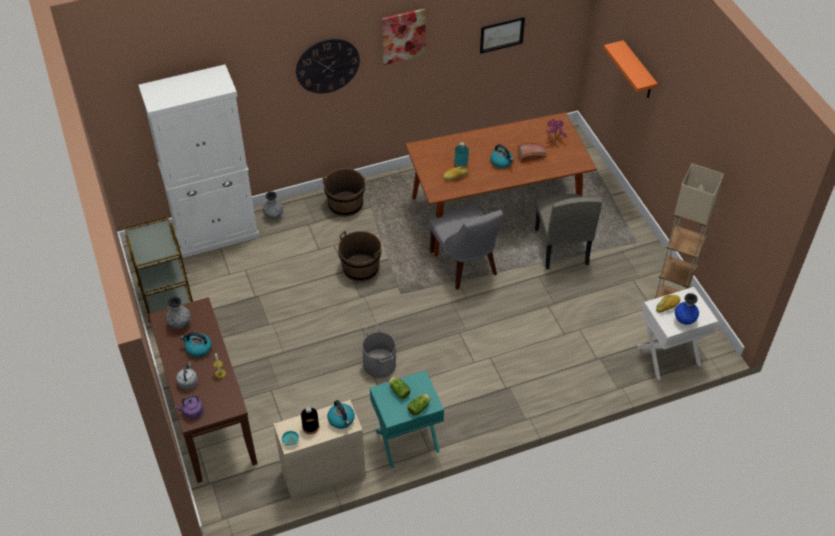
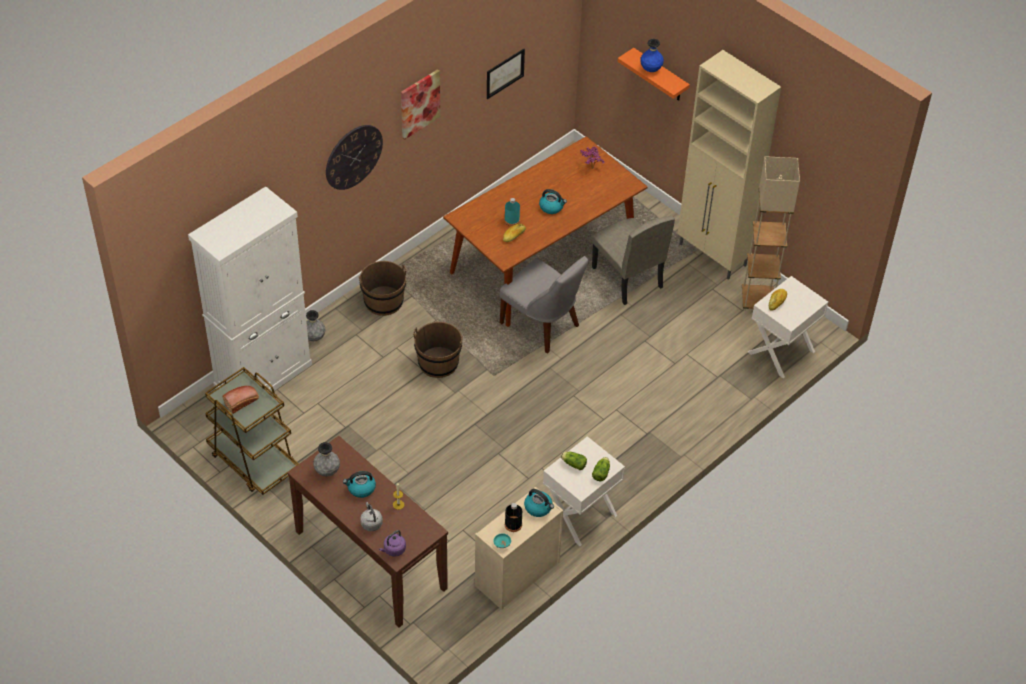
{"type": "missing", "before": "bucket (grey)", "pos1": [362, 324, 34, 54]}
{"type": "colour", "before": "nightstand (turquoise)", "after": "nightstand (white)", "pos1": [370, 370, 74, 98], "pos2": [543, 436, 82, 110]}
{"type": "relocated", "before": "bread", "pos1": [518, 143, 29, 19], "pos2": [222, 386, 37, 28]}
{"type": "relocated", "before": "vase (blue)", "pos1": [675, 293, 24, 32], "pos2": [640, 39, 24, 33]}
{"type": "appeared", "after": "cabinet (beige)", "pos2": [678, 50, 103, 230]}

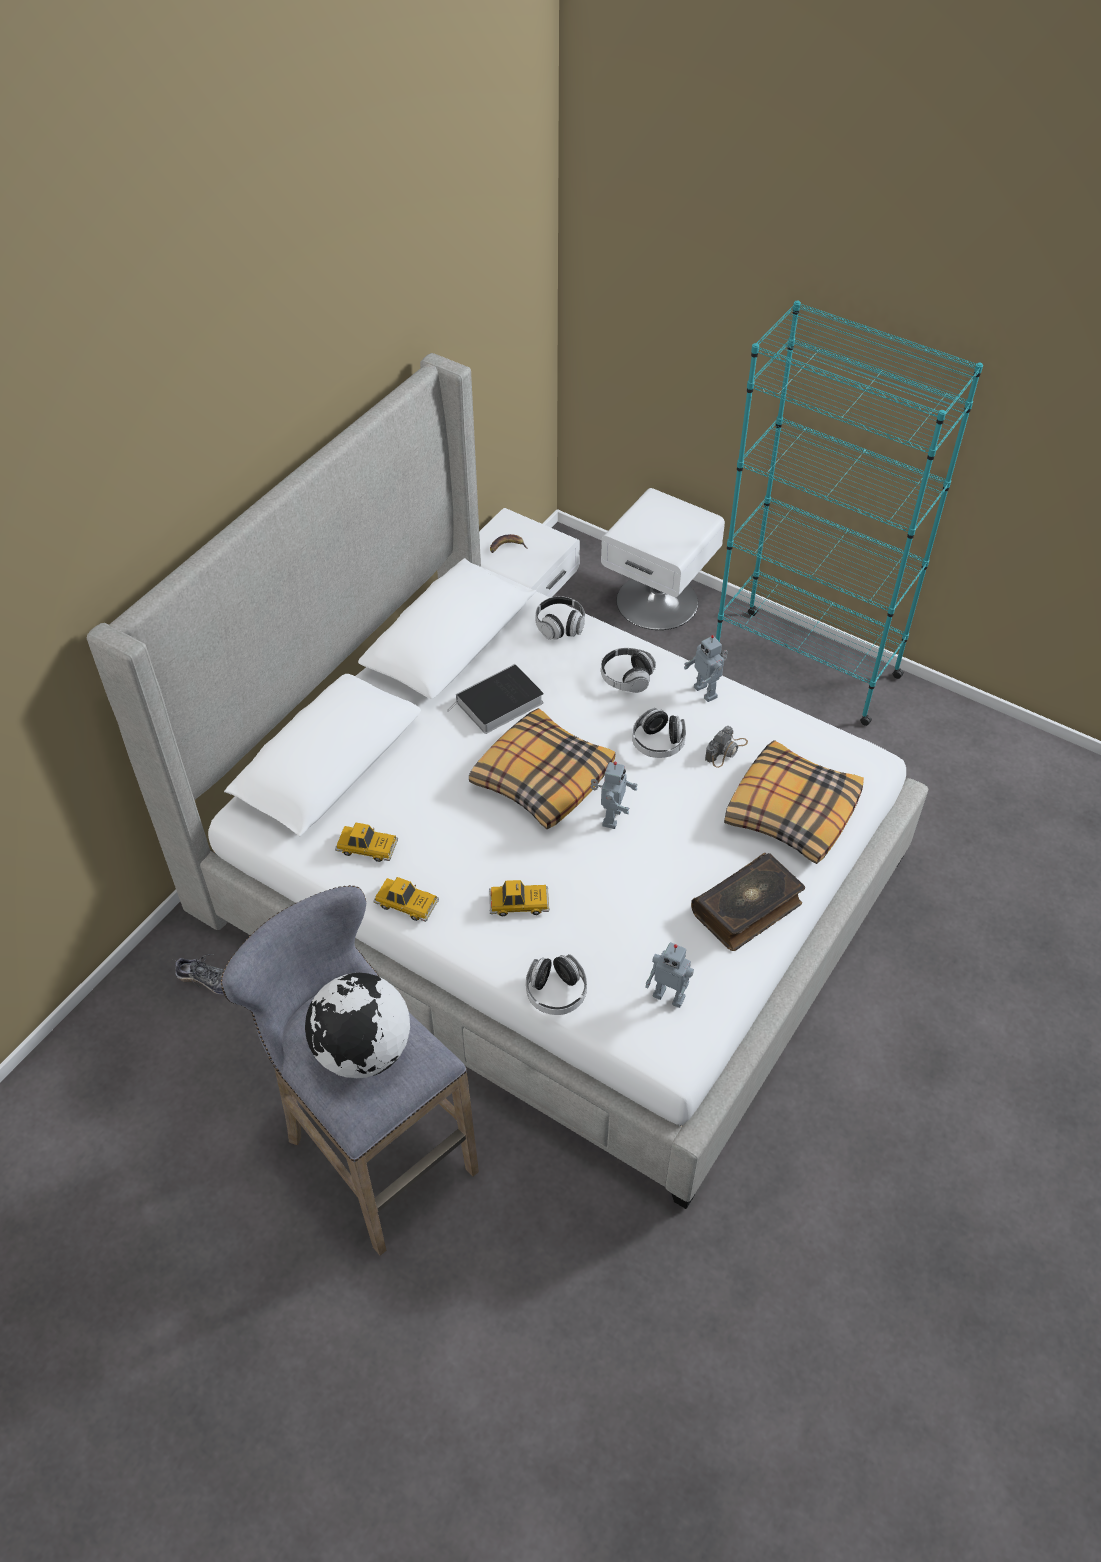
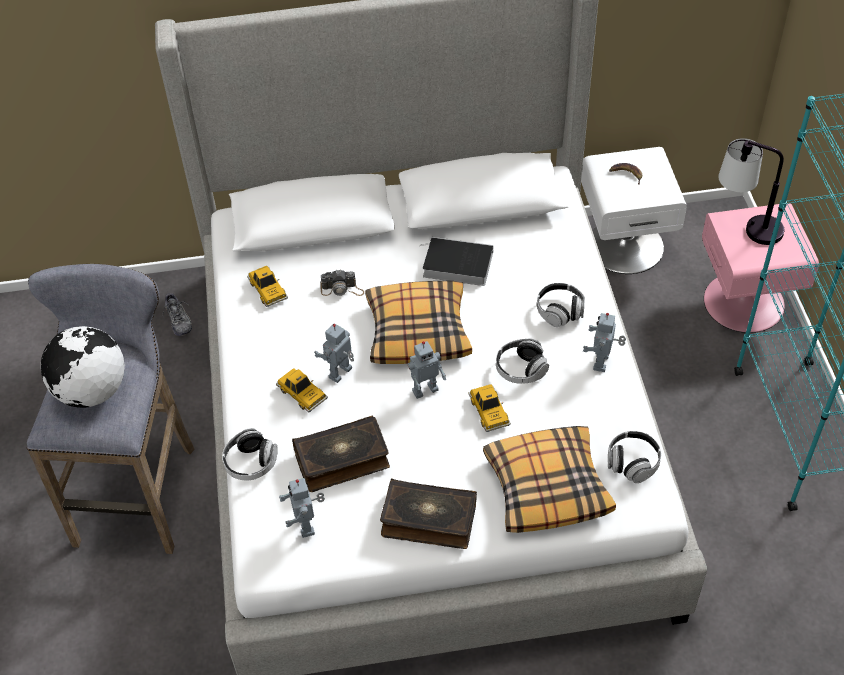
{"type": "relocated", "before": "toy car", "pos1": [373, 877, 66, 45], "pos2": [468, 384, 43, 48]}
{"type": "relocated", "before": "headphones", "pos1": [535, 596, 50, 44], "pos2": [608, 431, 53, 52]}
{"type": "colour", "before": "nightstand (white)", "after": "nightstand (pink)", "pos1": [601, 488, 124, 142], "pos2": [702, 203, 117, 130]}
{"type": "relocated", "before": "photo camera", "pos1": [705, 726, 43, 42], "pos2": [320, 269, 44, 27]}
{"type": "appeared", "after": "book", "pos2": [292, 416, 98, 76]}
{"type": "appeared", "after": "toy robot", "pos2": [314, 323, 40, 60]}
{"type": "appeared", "after": "table lamp", "pos2": [718, 138, 66, 107]}

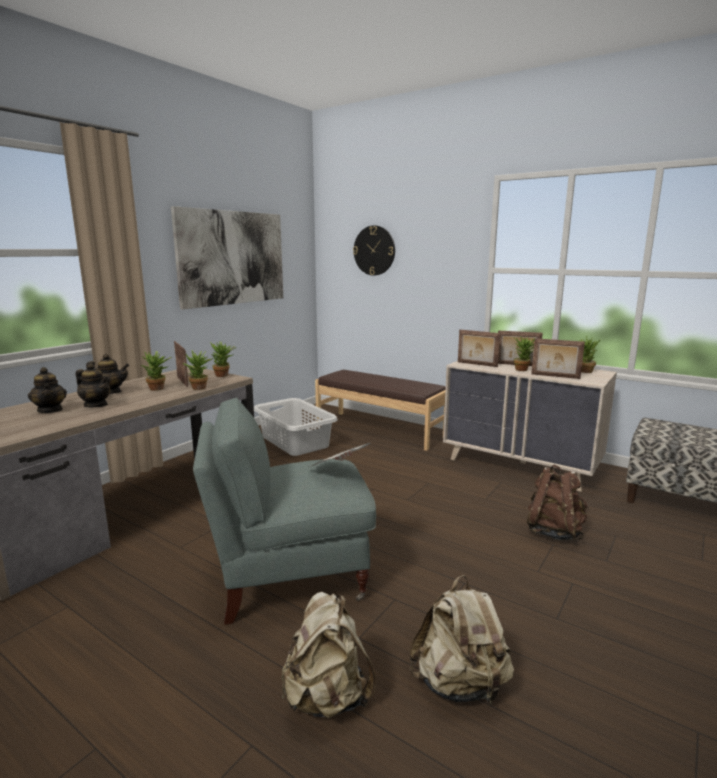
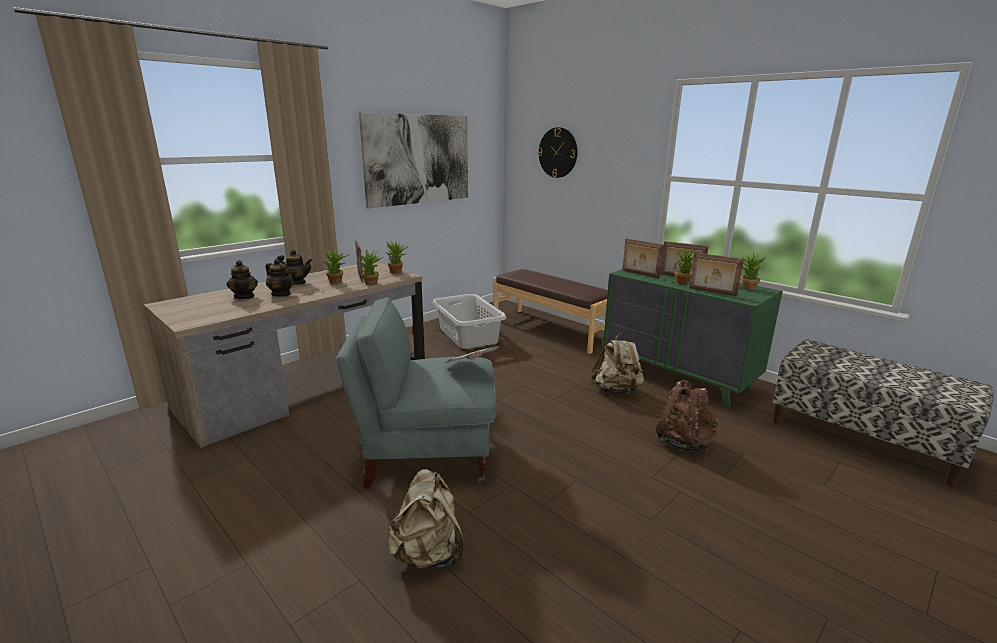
{"type": "relocated", "before": "backpack (beige)", "pos1": [409, 575, 105, 130], "pos2": [591, 333, 53, 63]}
{"type": "colour", "before": "dresser (beige)", "after": "dresser (green)", "pos1": [443, 361, 174, 131], "pos2": [603, 269, 180, 138]}

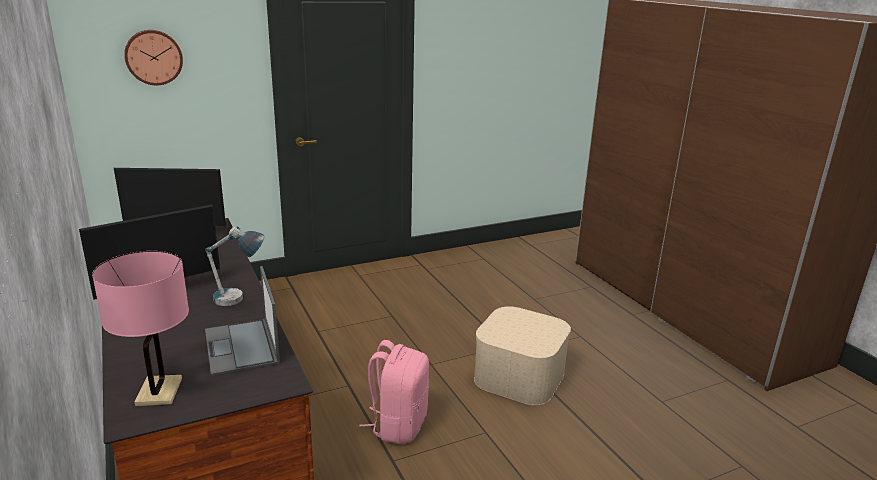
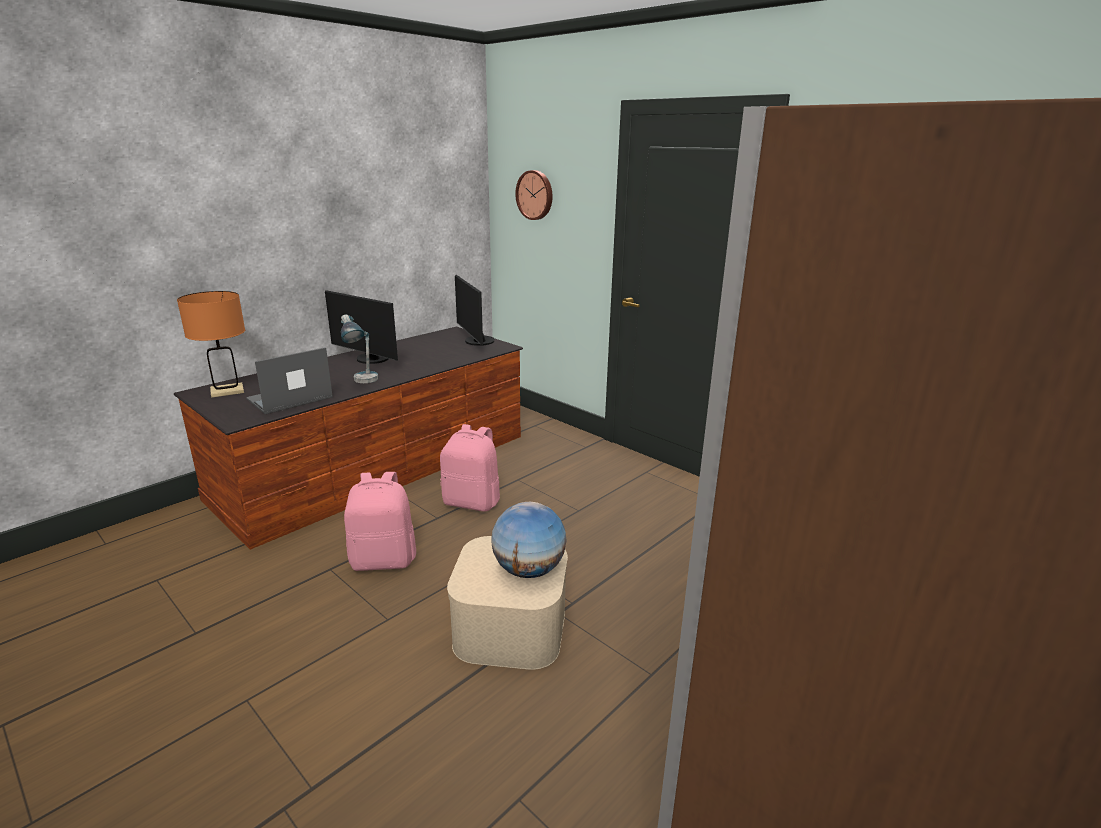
{"type": "colour", "before": "table lamp (pink)", "after": "table lamp (orange)", "pos1": [92, 251, 97, 155], "pos2": [177, 291, 68, 107]}
{"type": "appeared", "after": "backpack (pink)", "pos2": [440, 424, 60, 87]}
{"type": "appeared", "after": "globe", "pos2": [491, 502, 76, 76]}

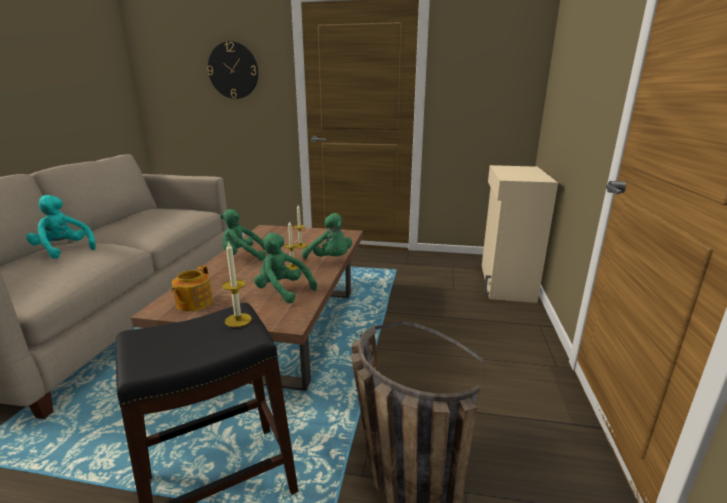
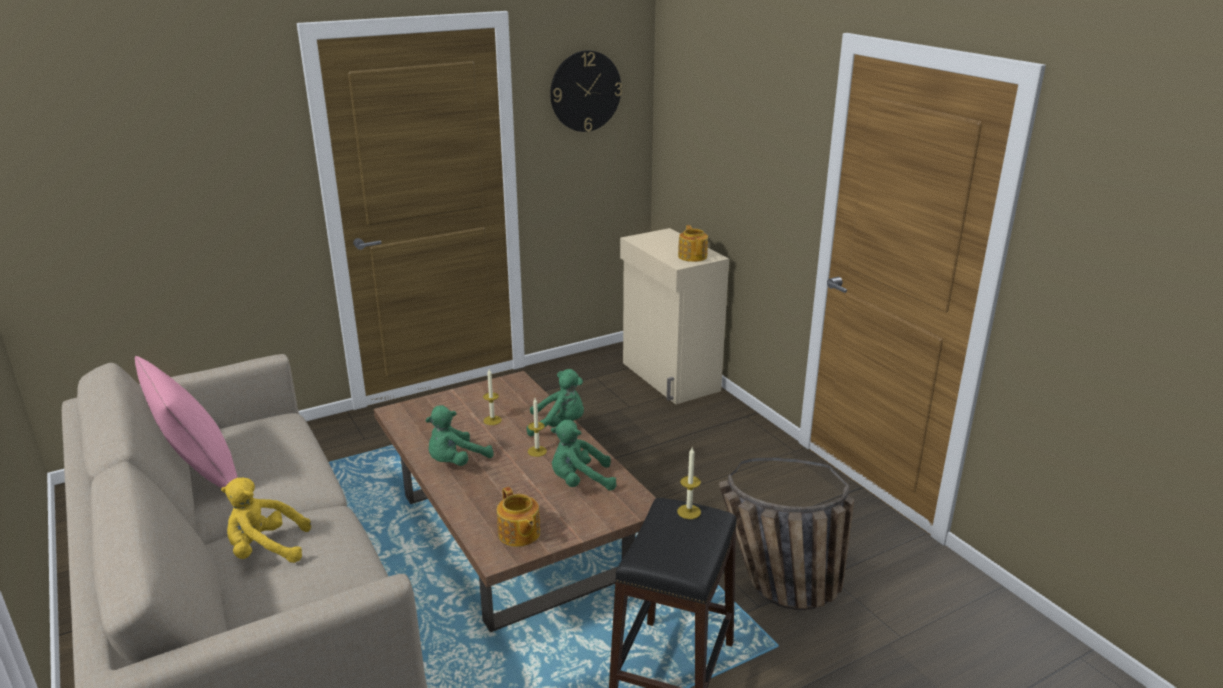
{"type": "colour", "before": "plush toy (turquoise)", "after": "plush toy (yellow)", "pos1": [26, 195, 70, 64], "pos2": [221, 478, 90, 85]}
{"type": "relocated", "before": "wall clock", "pos1": [207, 41, 51, 58], "pos2": [550, 50, 72, 82]}
{"type": "appeared", "after": "pillow (pink)", "pos2": [135, 356, 103, 132]}
{"type": "appeared", "after": "teapot", "pos2": [678, 225, 30, 37]}

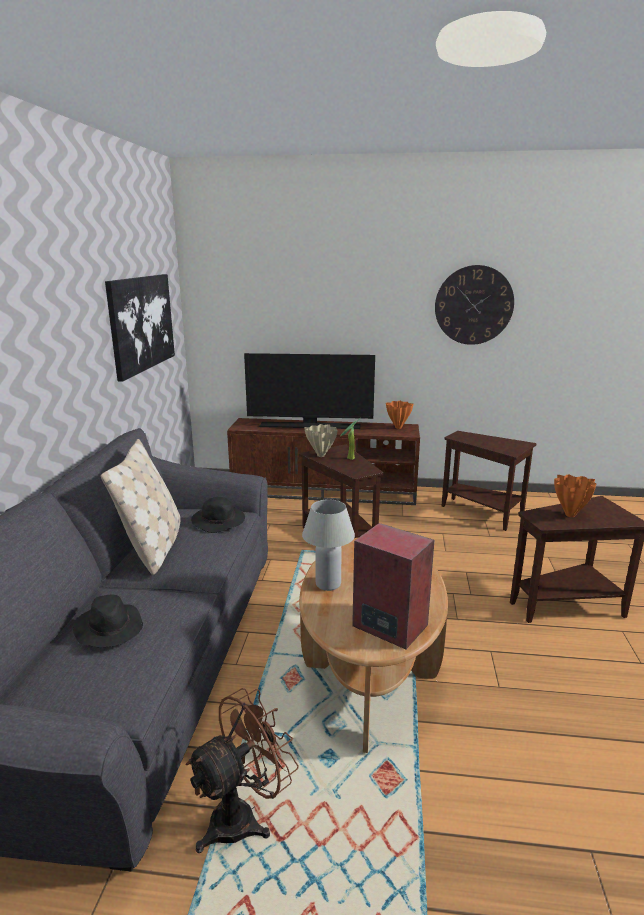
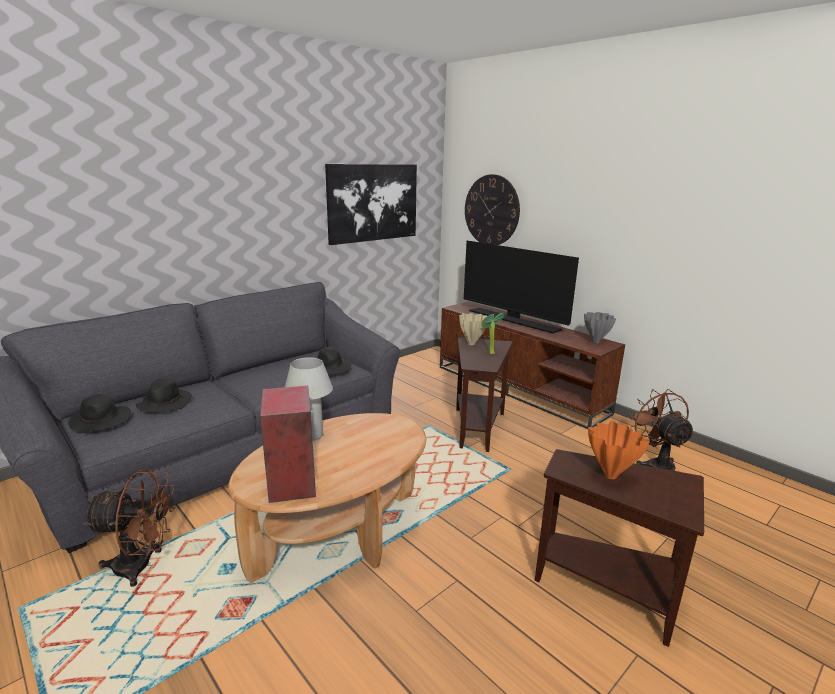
{"type": "missing", "before": "pillow (beige)", "pos1": [101, 439, 80, 136]}
{"type": "colour", "before": "vase (orange)", "after": "vase (grey)", "pos1": [386, 401, 27, 28], "pos2": [584, 312, 32, 31]}
{"type": "relocated", "before": "wall clock", "pos1": [435, 265, 79, 80], "pos2": [465, 174, 55, 71]}
{"type": "exchanged", "before": "side table (brown)", "after": "fan (brown)", "pos1": [442, 431, 94, 100], "pos2": [629, 389, 66, 82]}
{"type": "appeared", "after": "hat (black)", "pos2": [68, 394, 63, 40]}

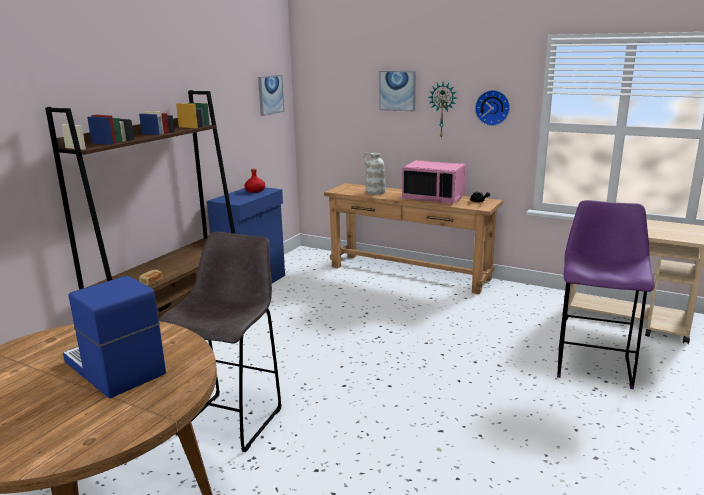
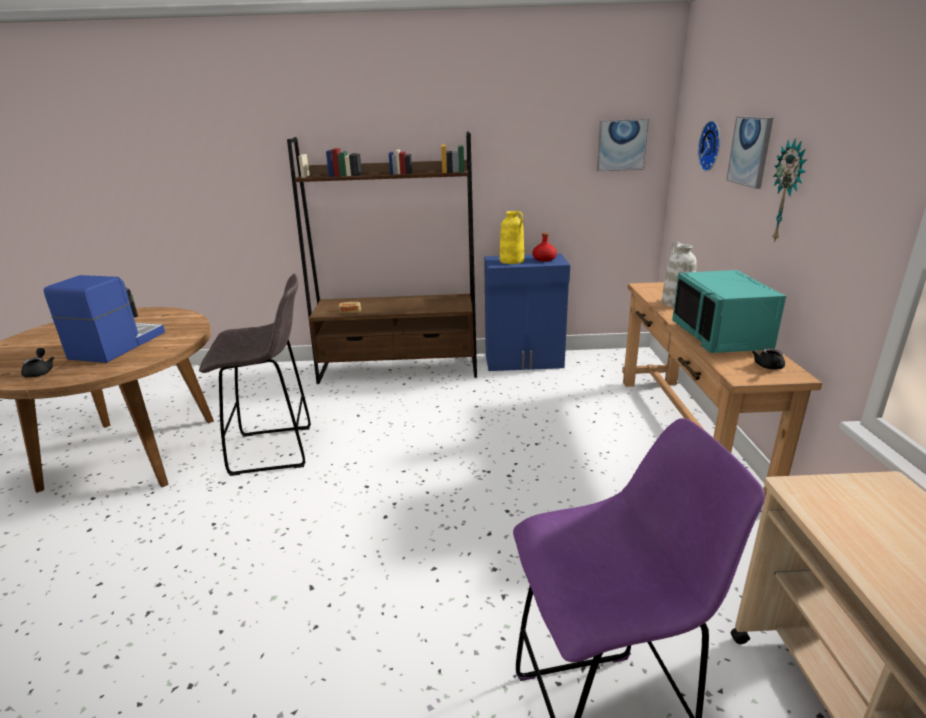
{"type": "colour", "before": "microwave (pink)", "after": "microwave (turquoise)", "pos1": [402, 160, 64, 44], "pos2": [672, 270, 114, 83]}
{"type": "relocated", "before": "wall clock", "pos1": [475, 90, 35, 36], "pos2": [698, 120, 22, 51]}
{"type": "appeared", "after": "teapot (black)", "pos2": [21, 348, 33, 30]}
{"type": "appeared", "after": "vase (yellow)", "pos2": [500, 211, 24, 53]}

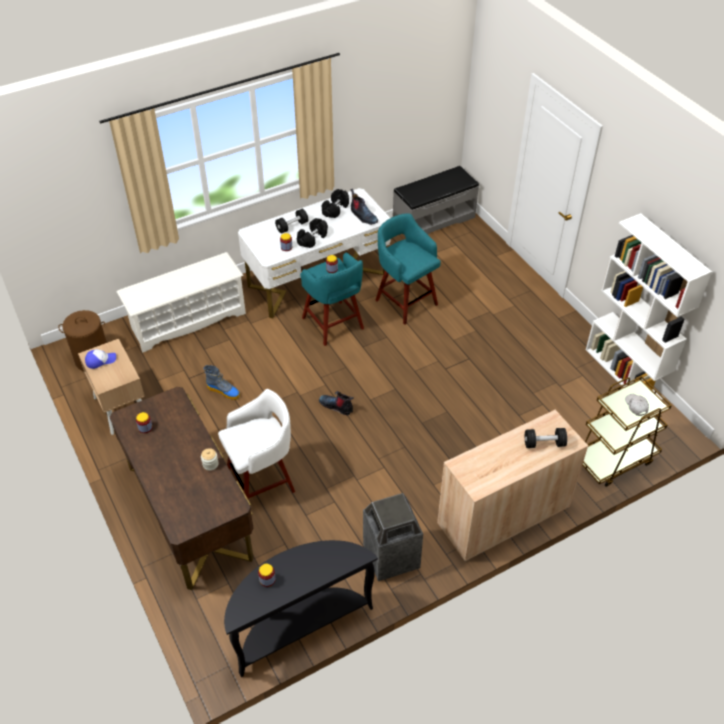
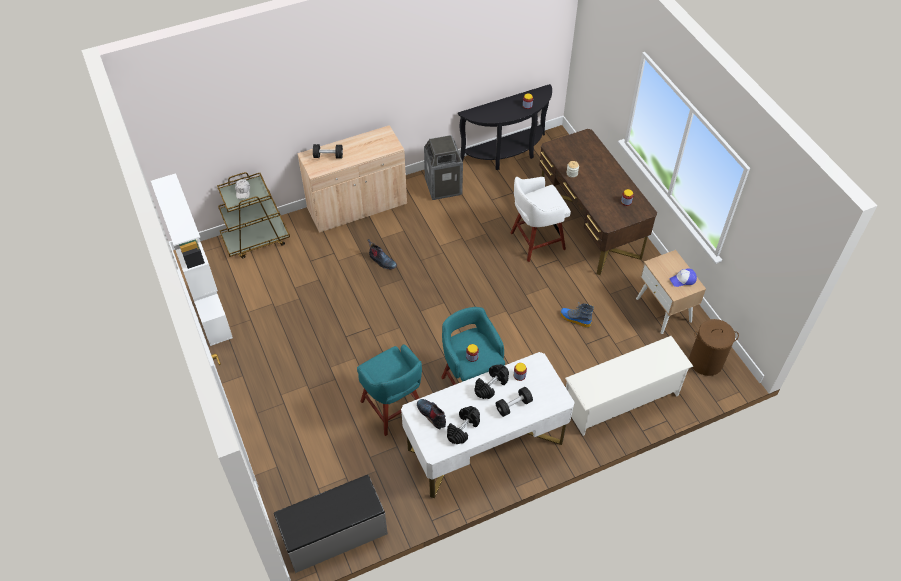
{"type": "relocated", "before": "boot", "pos1": [319, 391, 35, 24], "pos2": [368, 239, 29, 31]}

